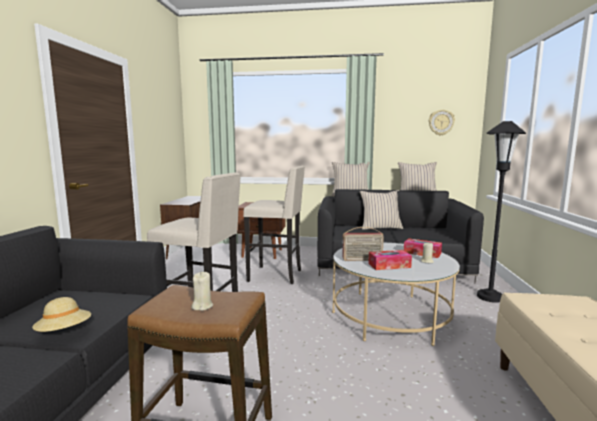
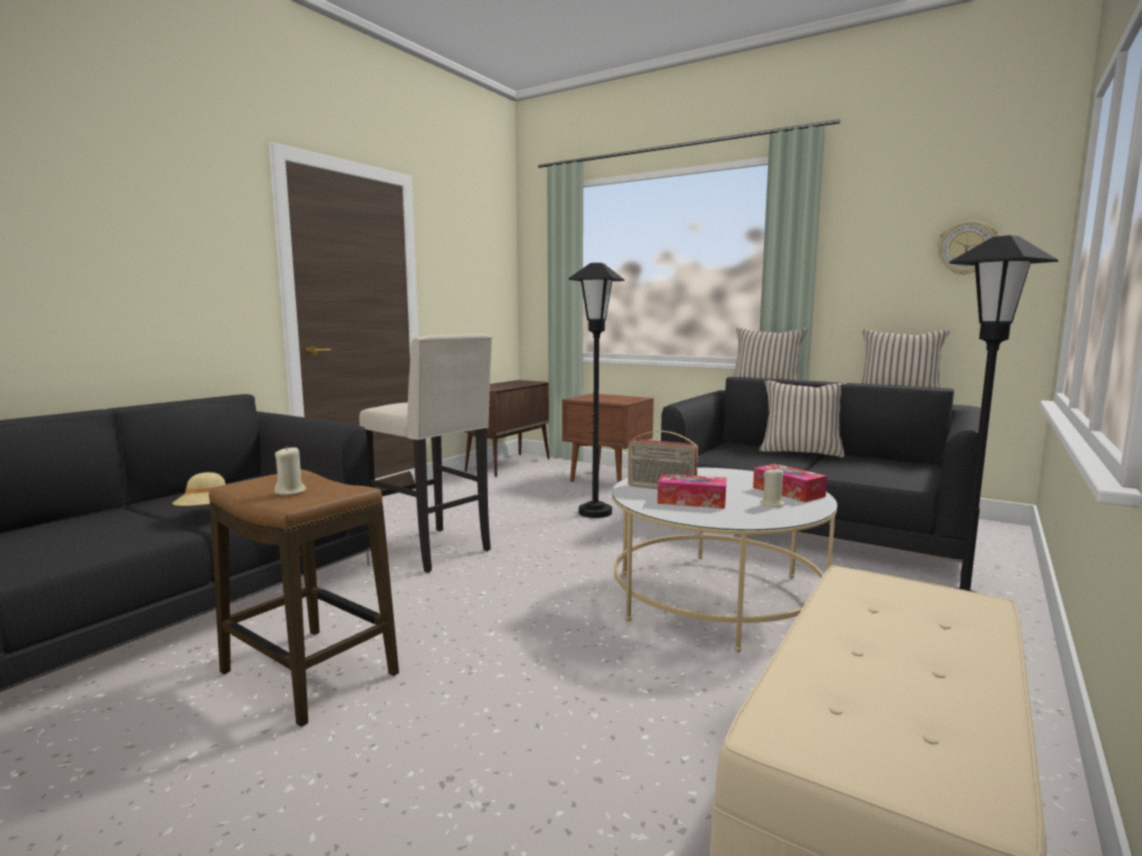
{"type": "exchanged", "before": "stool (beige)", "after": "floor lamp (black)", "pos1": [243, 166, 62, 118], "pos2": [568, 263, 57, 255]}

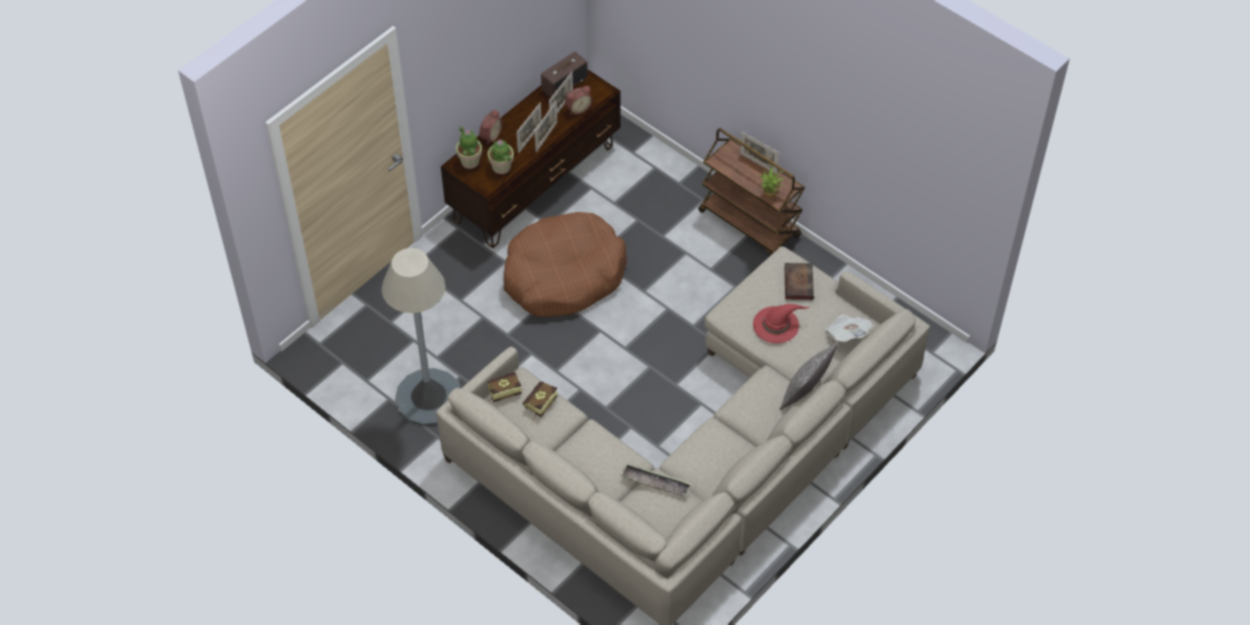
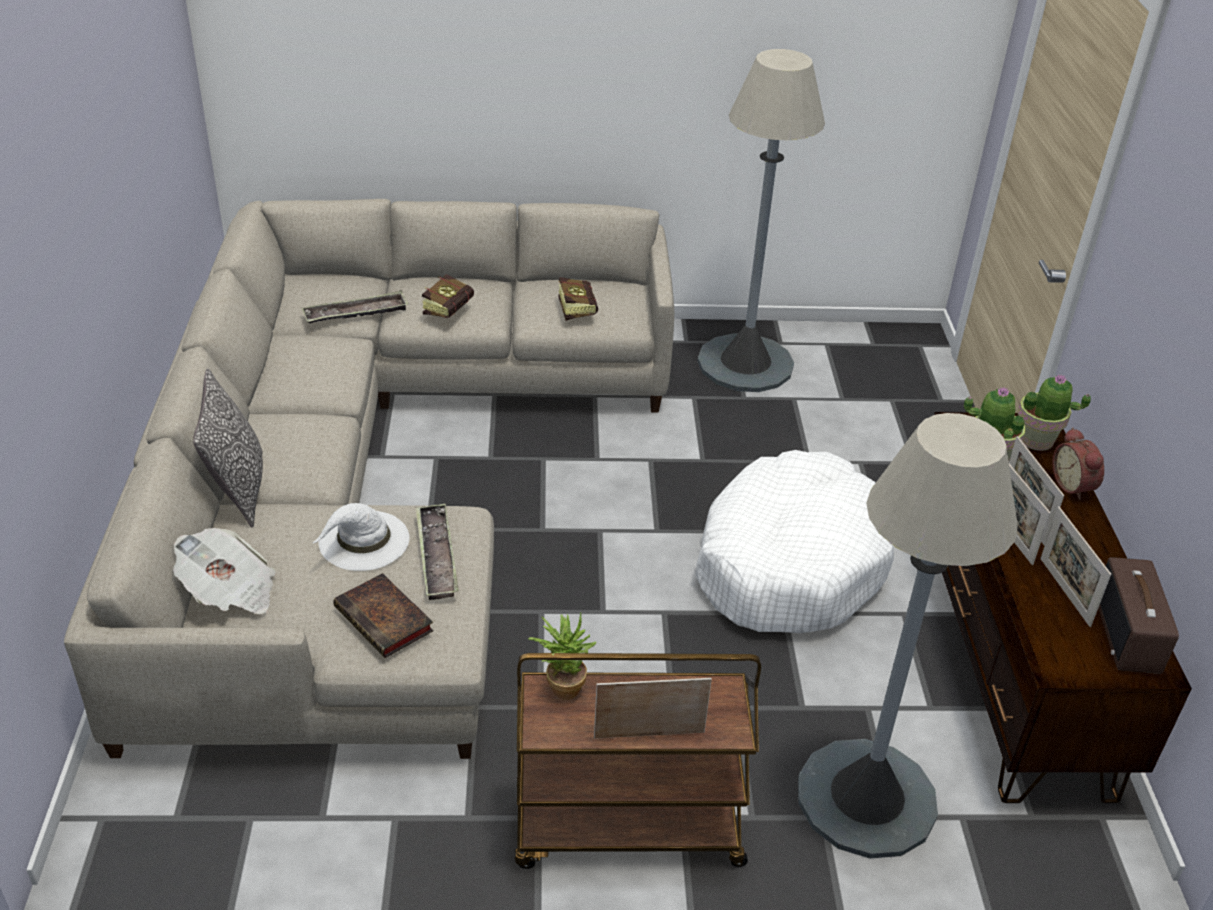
{"type": "relocated", "before": "book", "pos1": [487, 372, 35, 30], "pos2": [422, 274, 52, 44]}
{"type": "colour", "before": "dog bed (brown)", "after": "dog bed (white)", "pos1": [504, 212, 123, 105], "pos2": [696, 450, 198, 183]}
{"type": "missing", "before": "alarm clock", "pos1": [565, 86, 27, 29]}
{"type": "colour", "before": "hat (red)", "after": "hat (white)", "pos1": [753, 304, 57, 40], "pos2": [312, 503, 98, 68]}
{"type": "appeared", "after": "tray", "pos2": [416, 504, 43, 96]}
{"type": "appeared", "after": "floor lamp (grey)", "pos2": [798, 413, 220, 446]}

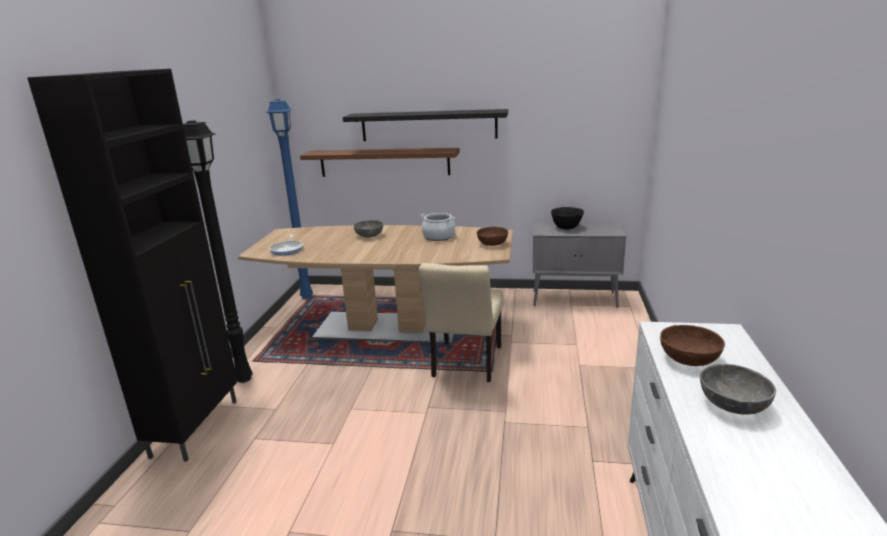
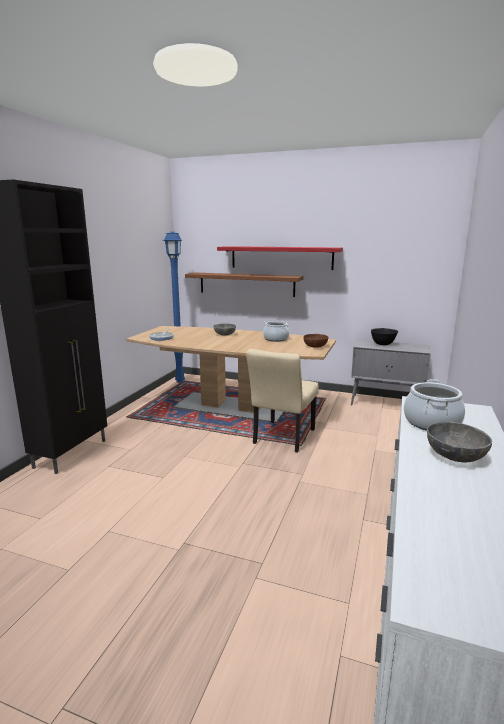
{"type": "missing", "before": "floor lamp (black)", "pos1": [183, 120, 70, 263]}
{"type": "colour", "before": "shelf (black)", "after": "shelf (red)", "pos1": [343, 109, 165, 32], "pos2": [217, 246, 126, 24]}
{"type": "exchanged", "before": "bowl (brown)", "after": "cooking pot", "pos1": [660, 325, 65, 41], "pos2": [404, 379, 61, 52]}

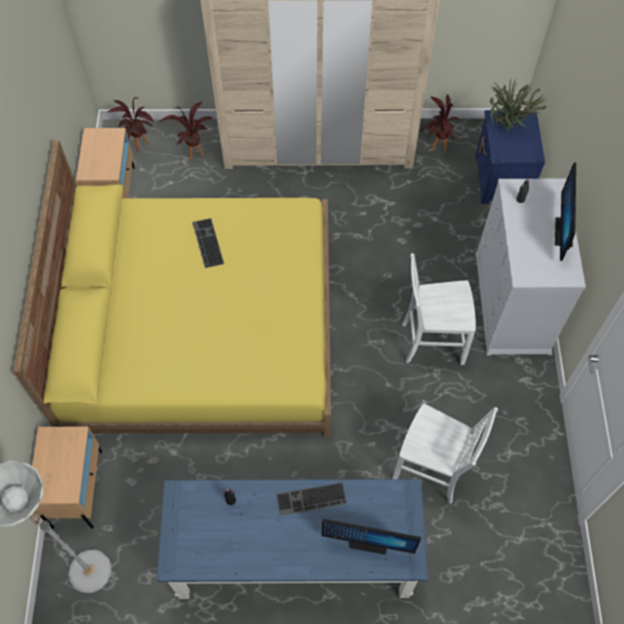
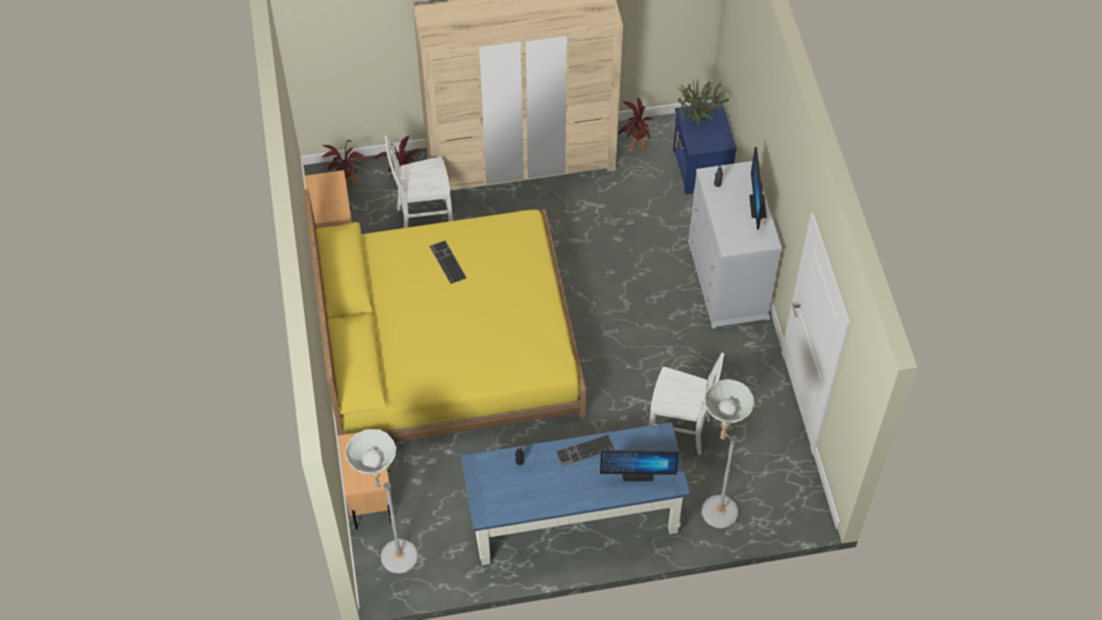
{"type": "relocated", "before": "chair (white)", "pos1": [402, 253, 74, 112], "pos2": [385, 136, 68, 92]}
{"type": "appeared", "after": "floor lamp (grey)", "pos2": [702, 379, 52, 150]}

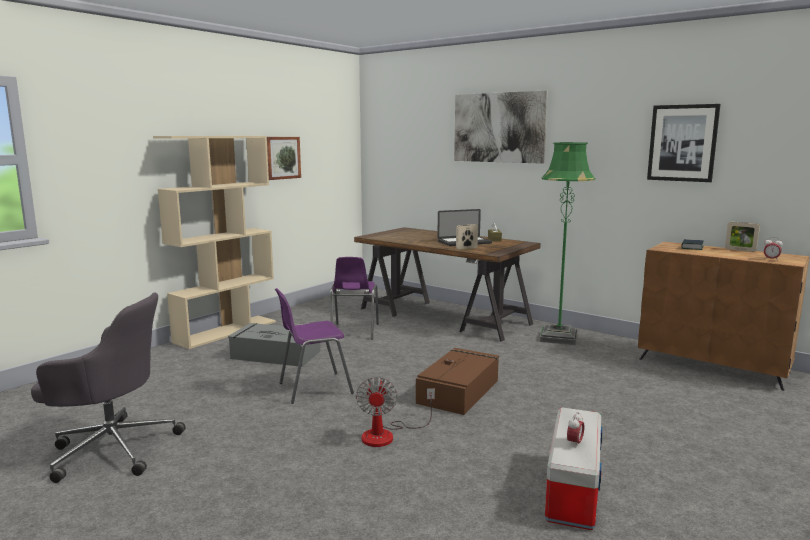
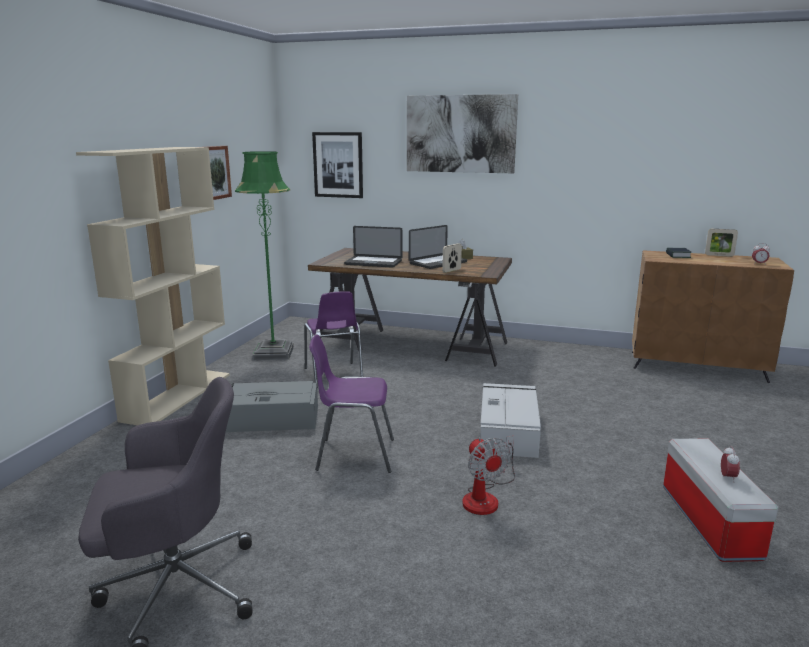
{"type": "spun", "before": "chair (purple)", "pos1": [275, 288, 79, 116], "pos2": [309, 334, 85, 139], "turn": 45}
{"type": "colour", "before": "storage box (brown)", "after": "storage box (grey)", "pos1": [416, 348, 83, 67], "pos2": [480, 383, 61, 75]}
{"type": "relocated", "before": "floor lamp (green)", "pos1": [540, 142, 56, 203], "pos2": [235, 151, 59, 209]}
{"type": "relocated", "before": "picture", "pos1": [647, 104, 73, 78], "pos2": [312, 132, 51, 66]}
{"type": "appeared", "after": "laptop", "pos2": [344, 226, 58, 42]}

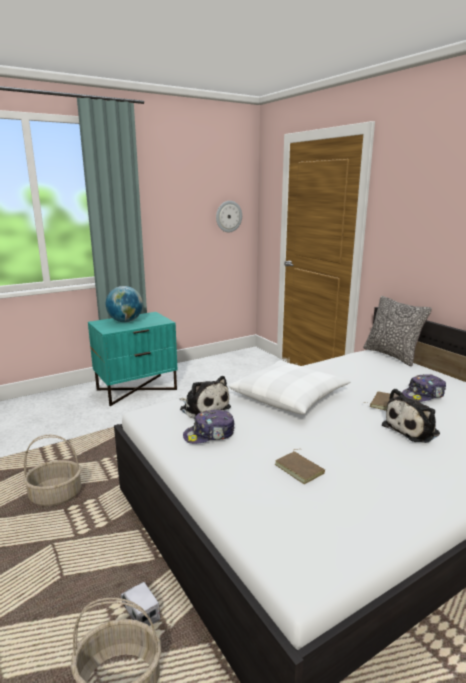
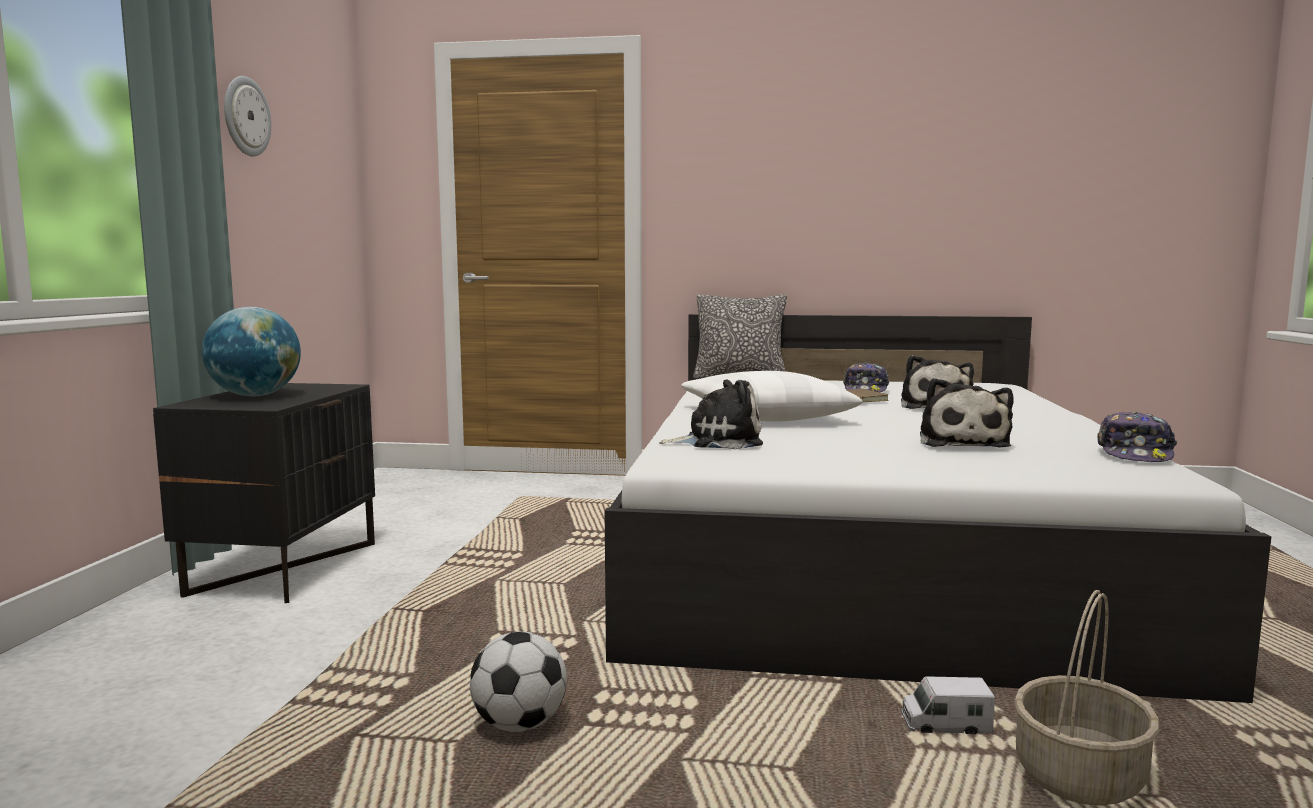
{"type": "exchanged", "before": "basket", "after": "football", "pos1": [24, 435, 57, 72], "pos2": [470, 631, 97, 101]}
{"type": "colour", "before": "nightstand (turquoise)", "after": "nightstand (black)", "pos1": [88, 312, 90, 94], "pos2": [153, 383, 222, 220]}
{"type": "relocated", "before": "cap", "pos1": [183, 409, 51, 35], "pos2": [1097, 411, 80, 51]}
{"type": "relocated", "before": "wall clock", "pos1": [216, 201, 26, 31], "pos2": [224, 76, 47, 80]}
{"type": "exchanged", "before": "book (brown)", "after": "plush toy", "pos1": [275, 449, 50, 35], "pos2": [920, 378, 94, 70]}

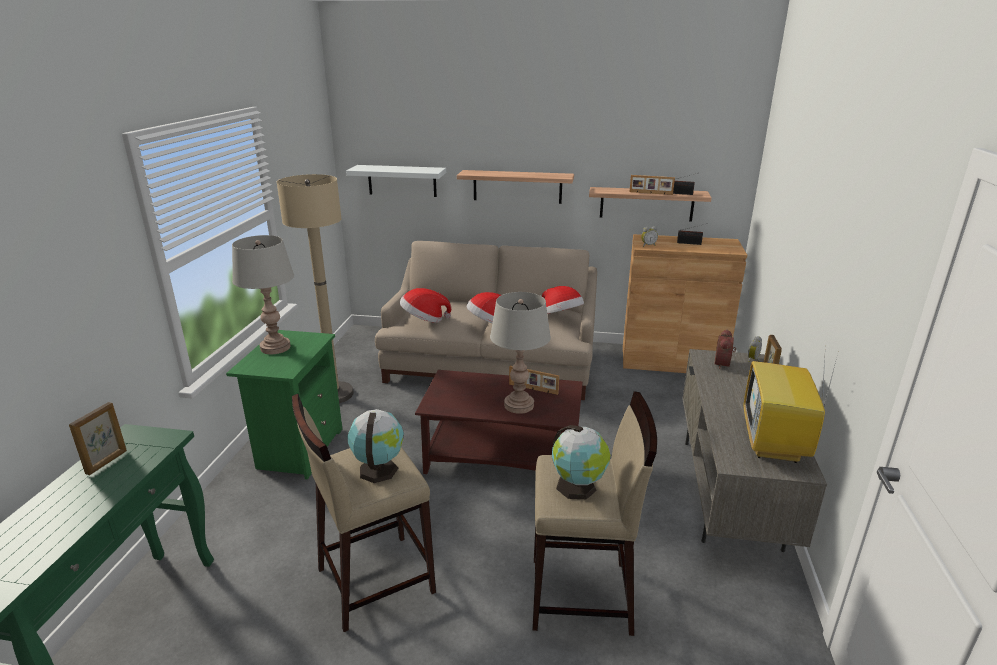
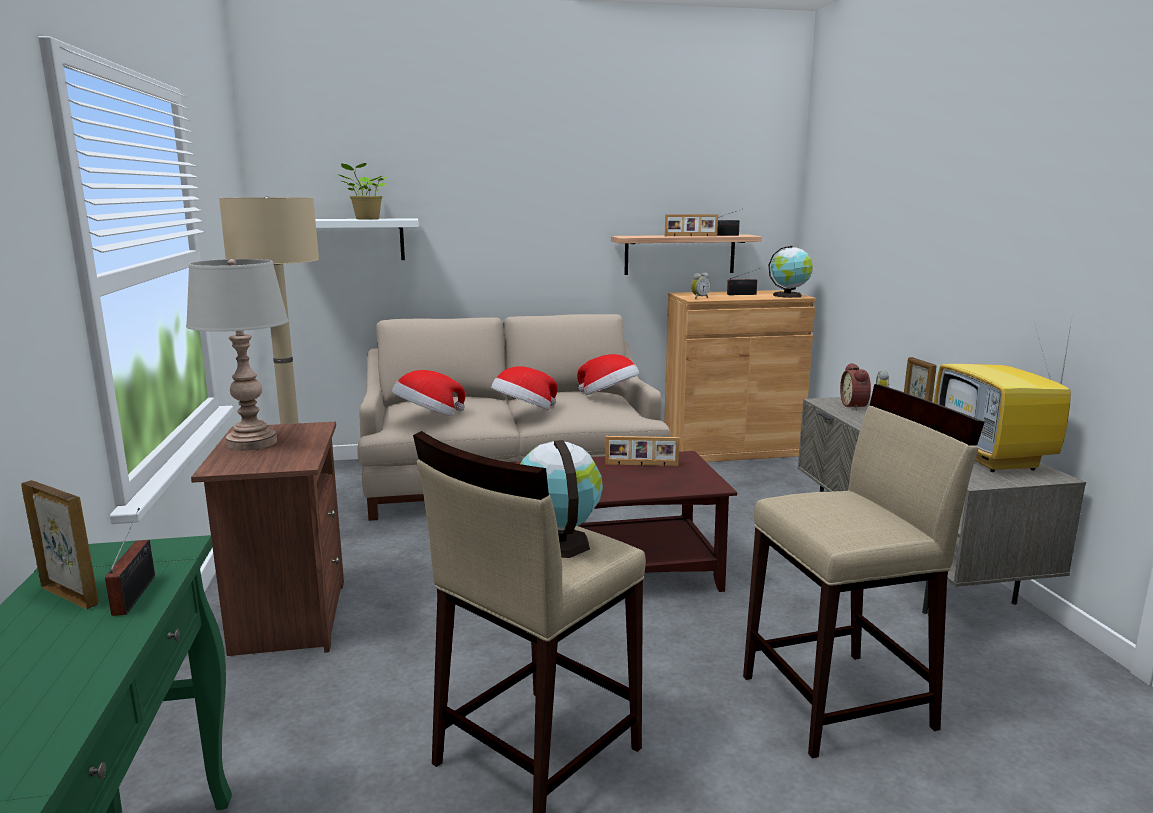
{"type": "spun", "before": "picture frame", "pos1": [69, 402, 58, 73], "pos2": [21, 480, 78, 129], "turn": -60}
{"type": "colour", "before": "nightstand (green)", "after": "nightstand (brown)", "pos1": [226, 330, 116, 150], "pos2": [191, 422, 153, 234]}
{"type": "missing", "before": "shelf", "pos1": [457, 170, 117, 34]}
{"type": "missing", "before": "table lamp (grey)", "pos1": [490, 292, 61, 122]}
{"type": "relocated", "before": "globe", "pos1": [552, 425, 58, 74], "pos2": [768, 246, 45, 52]}
{"type": "appeared", "after": "radio", "pos2": [105, 508, 50, 108]}
{"type": "appeared", "after": "potted plant", "pos2": [337, 163, 50, 57]}

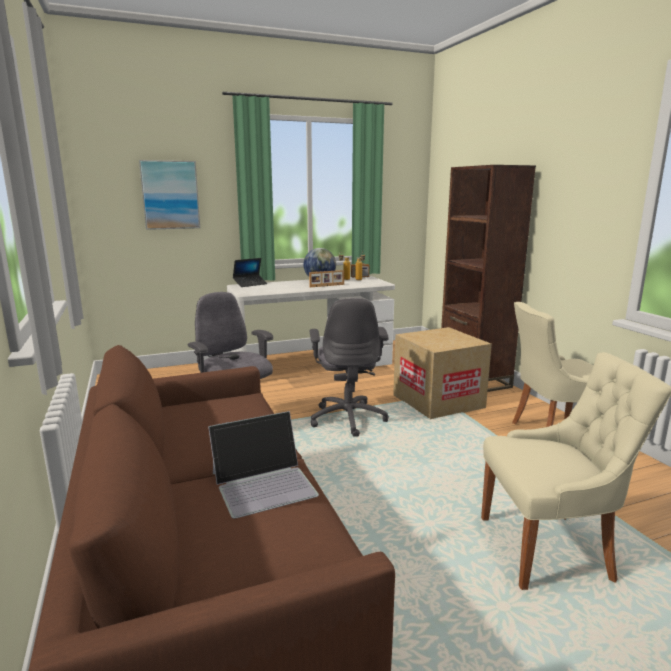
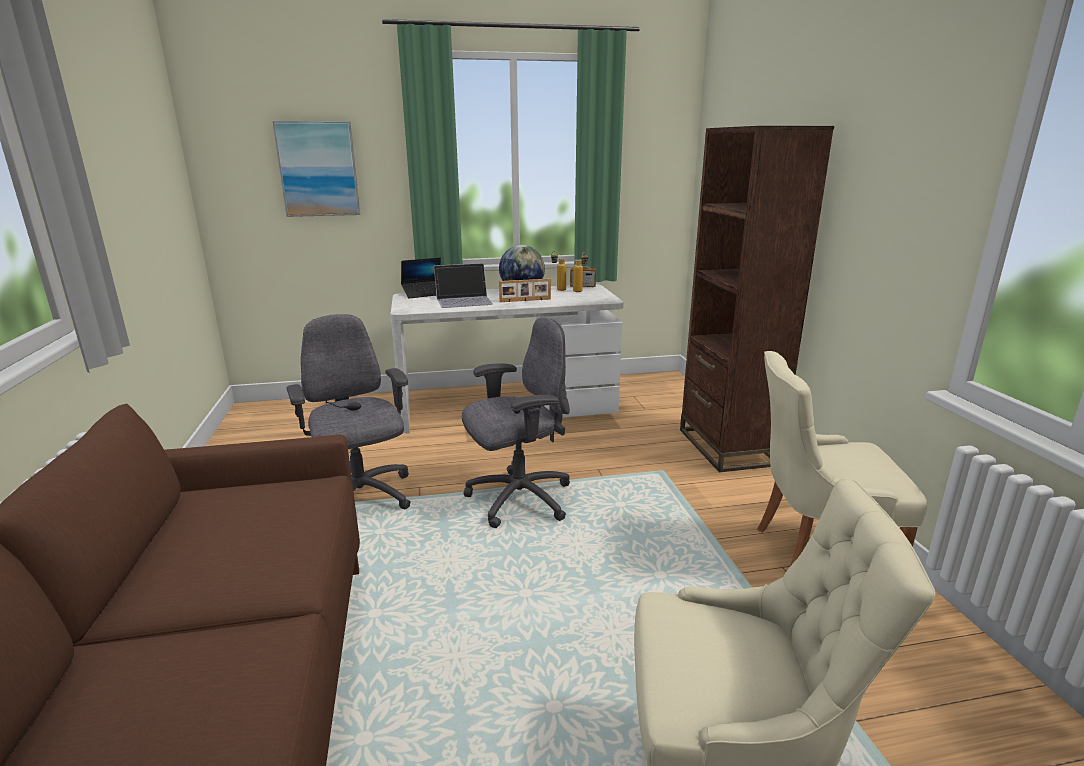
{"type": "relocated", "before": "laptop", "pos1": [208, 411, 111, 108], "pos2": [434, 263, 59, 45]}
{"type": "spun", "before": "office chair (grey)", "pos1": [310, 298, 79, 139], "pos2": [462, 317, 108, 211], "turn": -120}
{"type": "missing", "before": "cardboard box", "pos1": [393, 327, 99, 92]}

